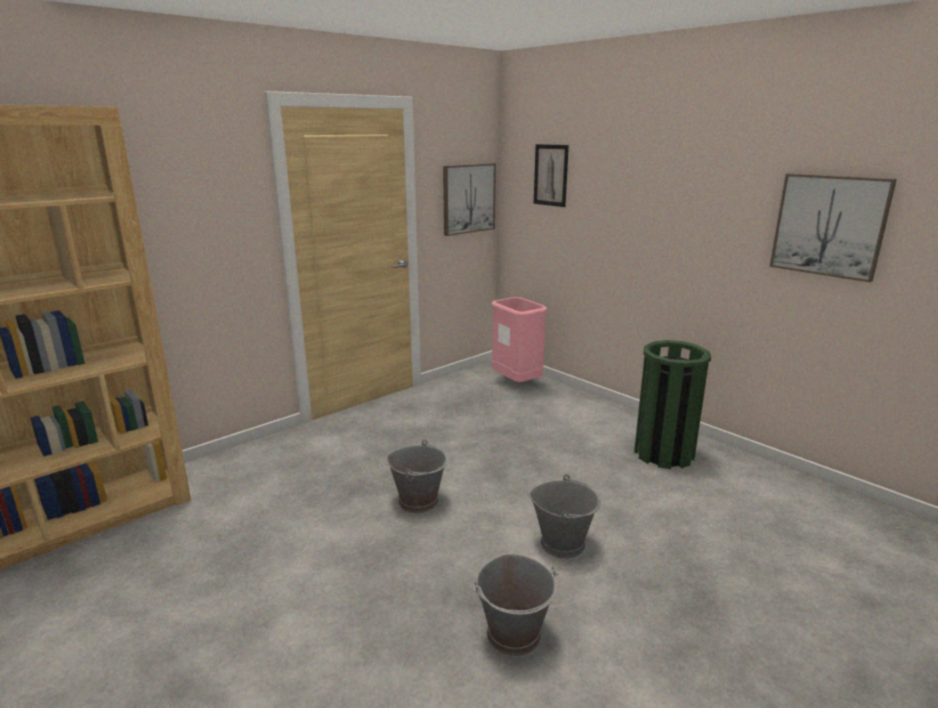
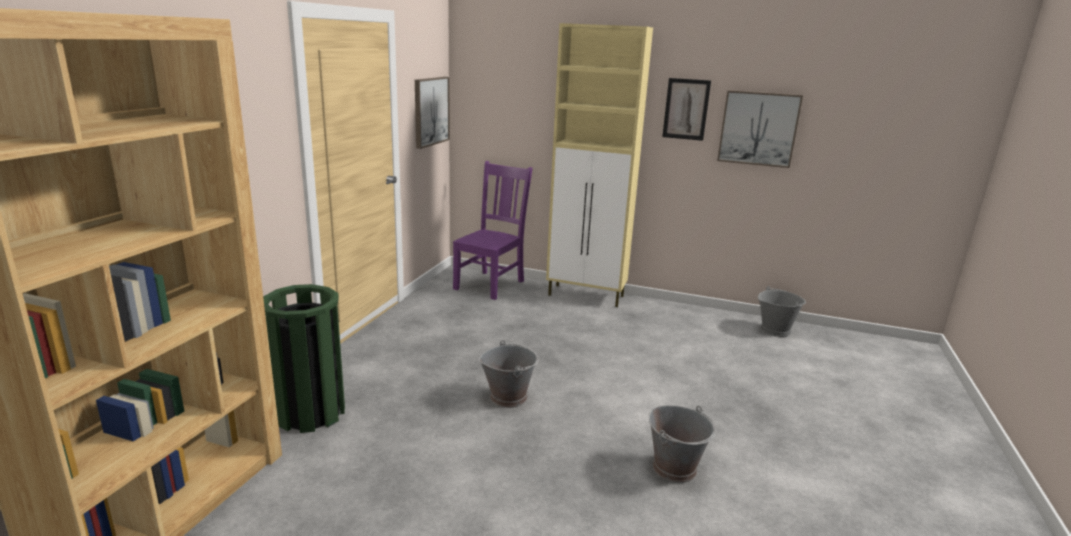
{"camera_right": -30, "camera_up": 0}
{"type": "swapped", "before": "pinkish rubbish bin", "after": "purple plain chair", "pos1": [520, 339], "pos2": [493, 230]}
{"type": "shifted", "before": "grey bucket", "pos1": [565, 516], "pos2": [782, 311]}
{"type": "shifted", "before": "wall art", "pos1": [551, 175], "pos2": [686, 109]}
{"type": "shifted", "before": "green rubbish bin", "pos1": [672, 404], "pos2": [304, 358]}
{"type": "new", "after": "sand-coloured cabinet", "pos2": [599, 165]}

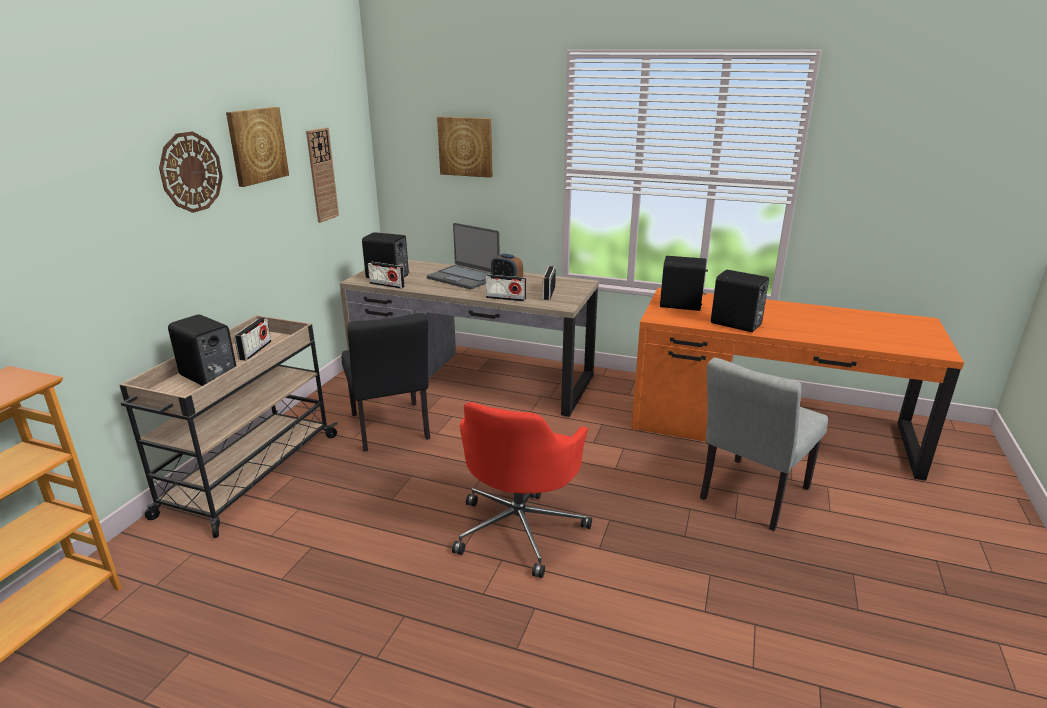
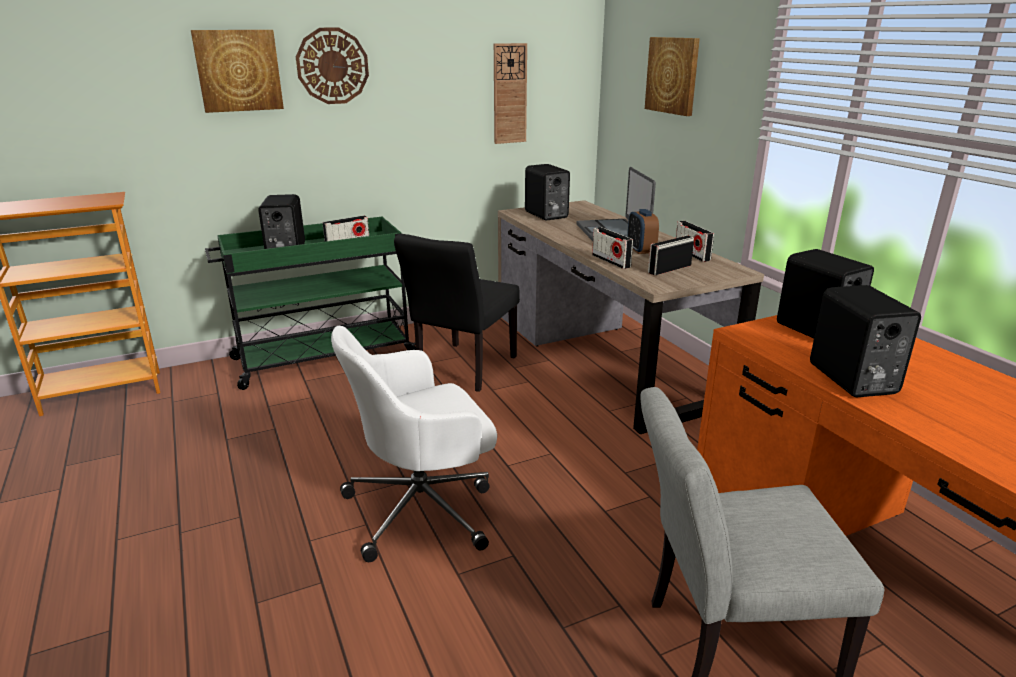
{"camera_right": 45, "camera_up": 0}
{"type": "repainted", "before": "sand-coloured cart", "after": "green cart", "pos1": [229, 426], "pos2": [310, 303]}
{"type": "shifted", "before": "wall art", "pos1": [257, 147], "pos2": [237, 71]}
{"type": "shifted", "before": "radio", "pos1": [386, 275], "pos2": [695, 241]}
{"type": "repainted", "before": "red-coloured office chair", "after": "white-coloured office chair", "pos1": [522, 490], "pos2": [414, 444]}

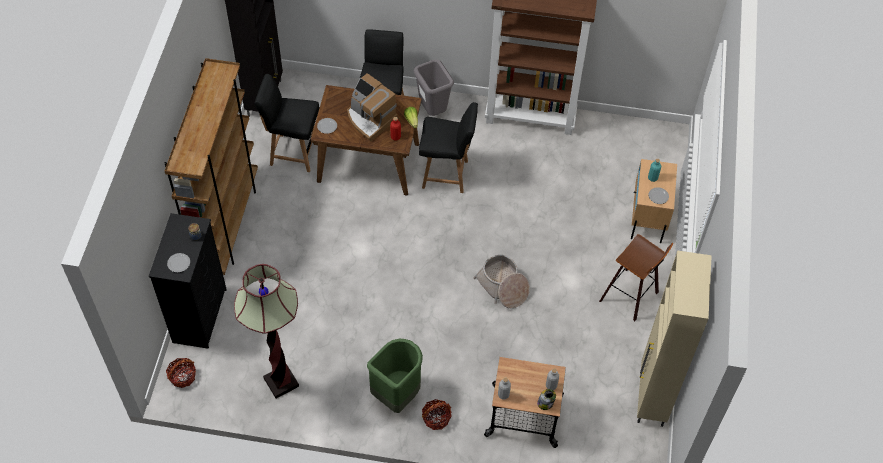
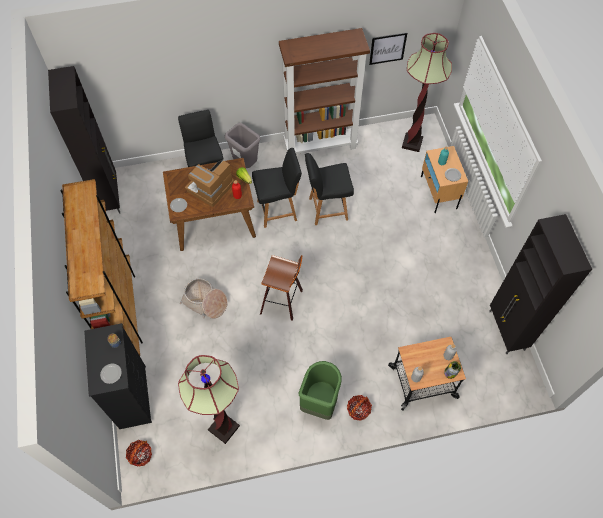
{"camera_right": -20, "camera_up": 5}
{"type": "shifted", "before": "black plain chair", "pos1": [287, 123], "pos2": [329, 189]}
{"type": "rotated", "before": "coffee brewer", "pos1": [372, 107], "pos2": [209, 183], "turn": 105}
{"type": "shifted", "before": "storage basket", "pos1": [501, 281], "pos2": [204, 298]}
{"type": "shifted", "before": "sitting stool", "pos1": [636, 277], "pos2": [281, 288]}
{"type": "repainted", "before": "sand-coloured cabinet", "after": "black cabinet", "pos1": [674, 338], "pos2": [540, 284]}
{"type": "new", "after": "wall art", "pos2": [388, 48]}
{"type": "new", "after": "standing lamp", "pos2": [427, 92]}

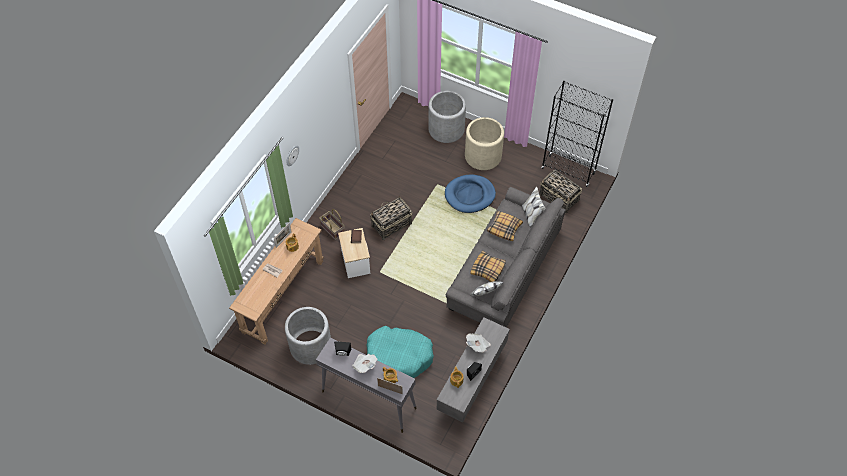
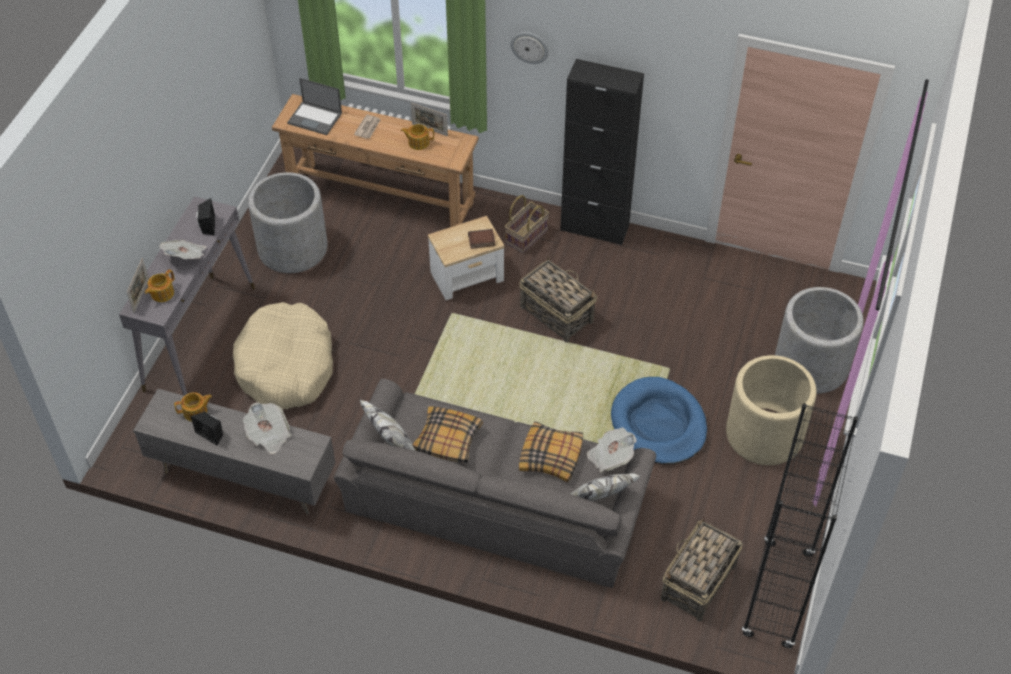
{"camera_right": 80, "camera_up": -5}
{"type": "repainted", "before": "turquoise pet bed", "after": "sand-coloured pet bed", "pos1": [400, 352], "pos2": [283, 355]}
{"type": "new", "after": "laptop", "pos2": [314, 106]}
{"type": "new", "after": "black cabinet", "pos2": [602, 152]}
{"type": "new", "after": "newspaper", "pos2": [612, 449]}

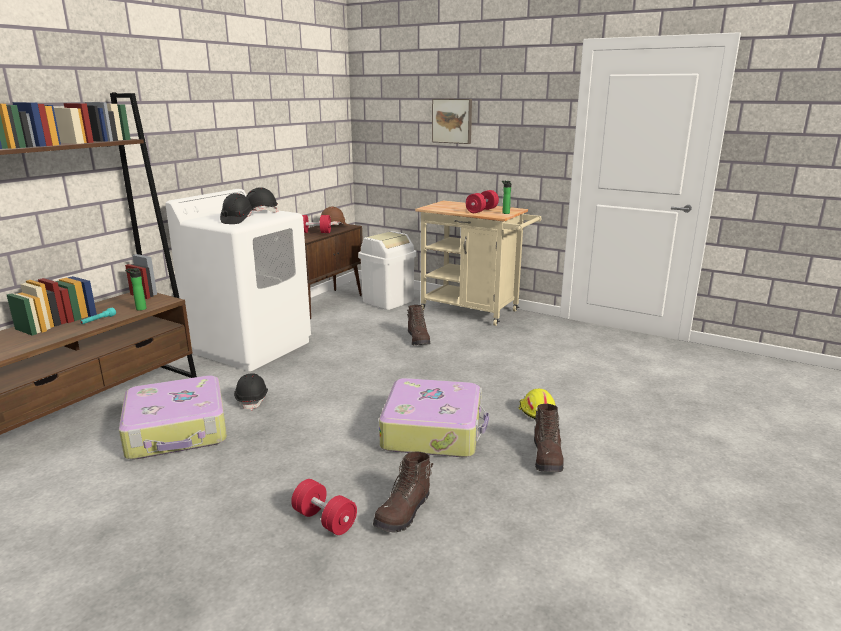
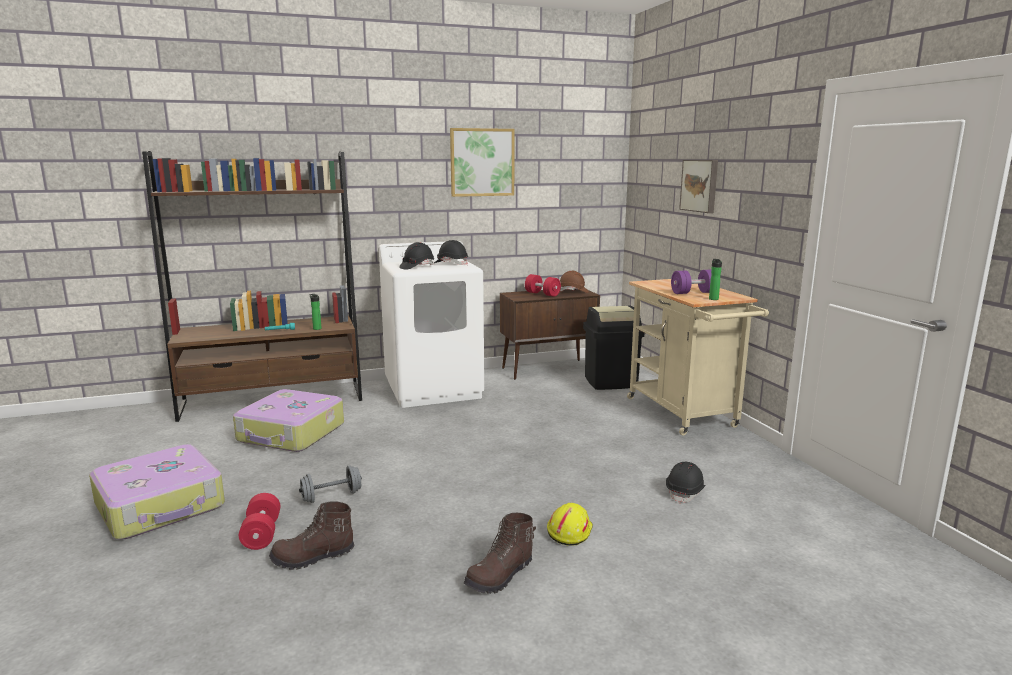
{"camera_right": 40, "camera_up": -5}
{"type": "shifted", "before": "black safety helmet", "pos1": [251, 391], "pos2": [686, 483]}
{"type": "repainted", "before": "white-coloured rubbish bin", "after": "black rubbish bin", "pos1": [387, 270], "pos2": [614, 348]}
{"type": "shifted", "before": "travel case", "pos1": [434, 417], "pos2": [157, 491]}
{"type": "gone", "before": "brown boot", "pos1": [418, 325]}
{"type": "repainted", "before": "red-coloured free weight", "after": "purple free weight", "pos1": [482, 201], "pos2": [691, 281]}
{"type": "new", "after": "grey free weight", "pos2": [330, 484]}
{"type": "new", "after": "wall art", "pos2": [482, 162]}

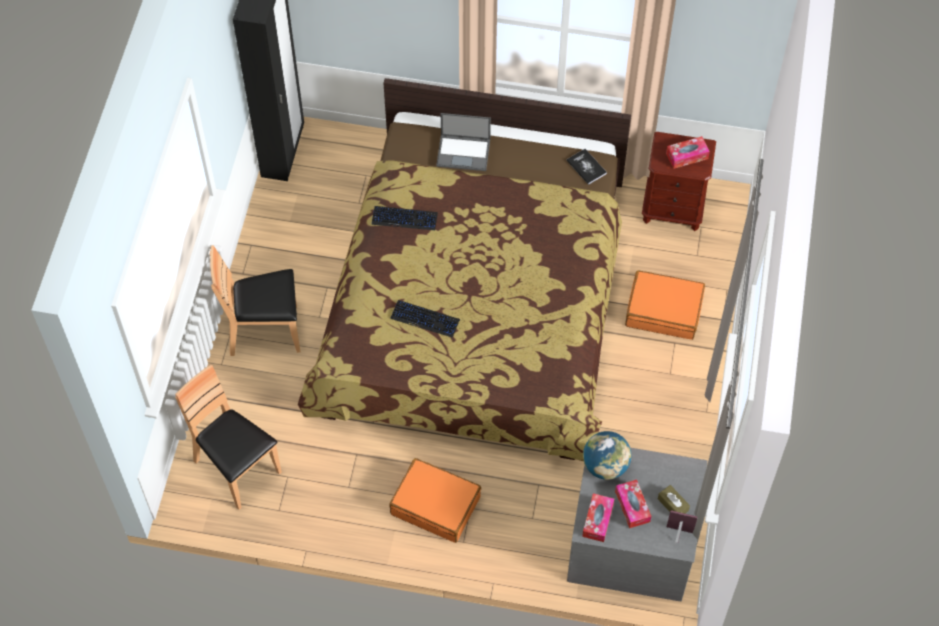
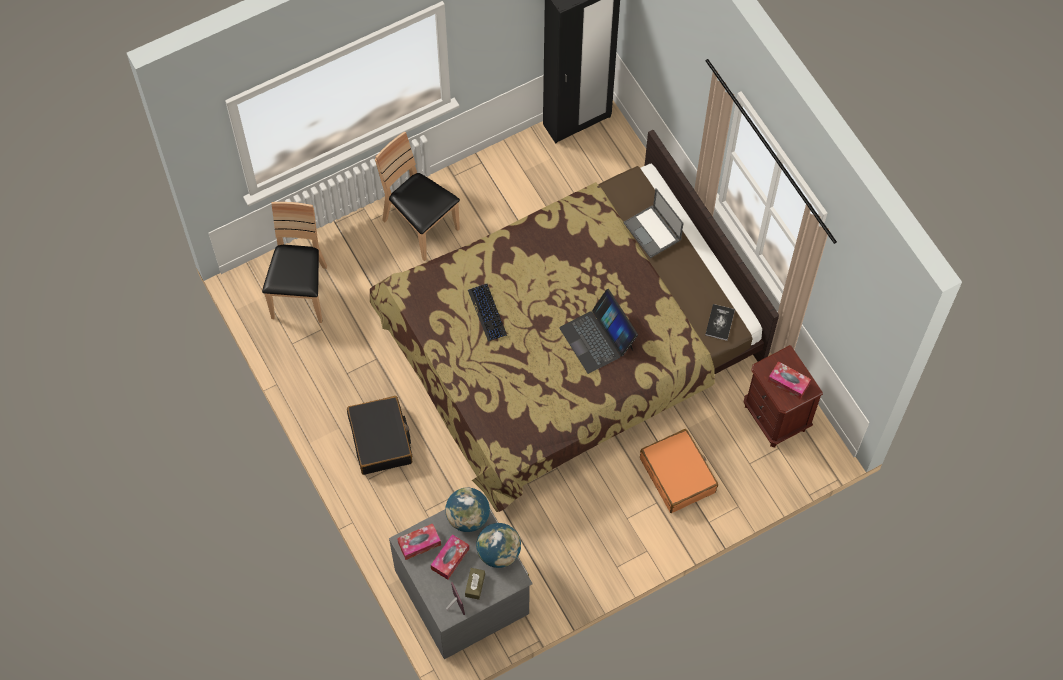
{"camera_right": 50, "camera_up": 5}
{"type": "gone", "before": "keyboard", "pos1": [405, 218]}
{"type": "repainted", "before": "orange-coloured travel case", "after": "black travel case", "pos1": [435, 500], "pos2": [379, 435]}
{"type": "new", "after": "desk globe", "pos2": [498, 545]}
{"type": "new", "after": "laptop", "pos2": [598, 331]}

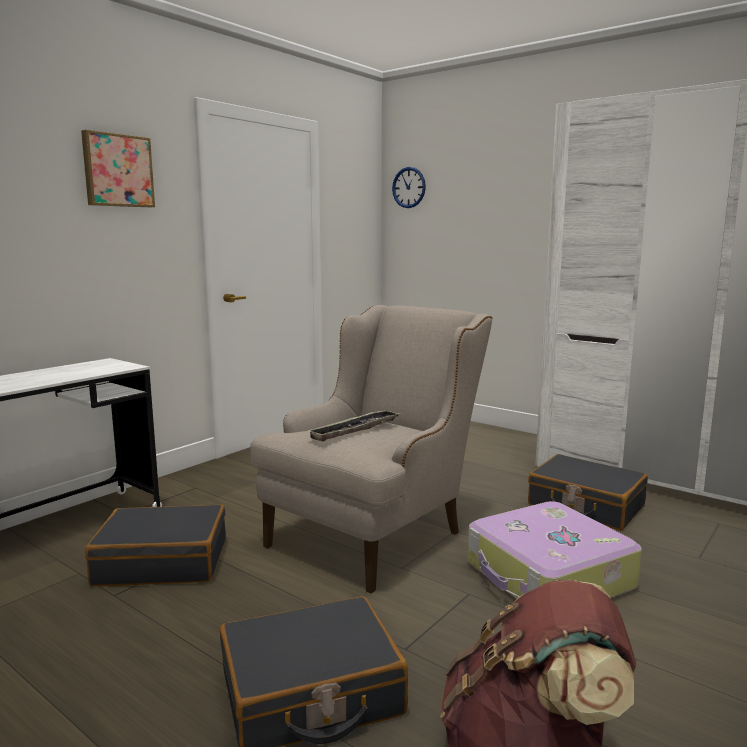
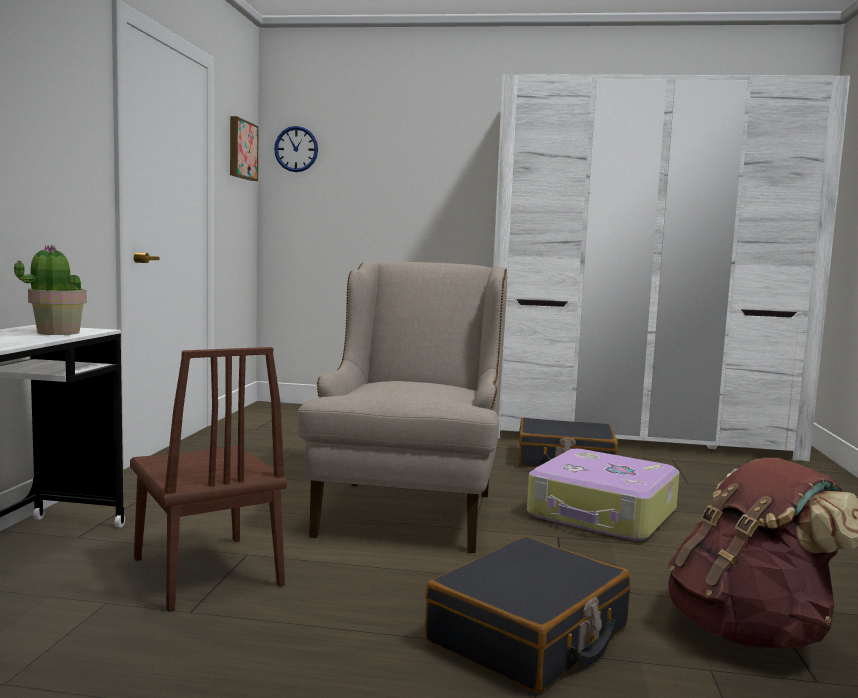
{"camera_right": -30, "camera_up": -5}
{"type": "shifted", "before": "wall art", "pos1": [118, 168], "pos2": [244, 148]}
{"type": "swapped", "before": "black travel case", "after": "brown plain chair", "pos1": [155, 545], "pos2": [208, 479]}
{"type": "gone", "before": "tray", "pos1": [353, 426]}
{"type": "new", "after": "potted plant", "pos2": [50, 290]}

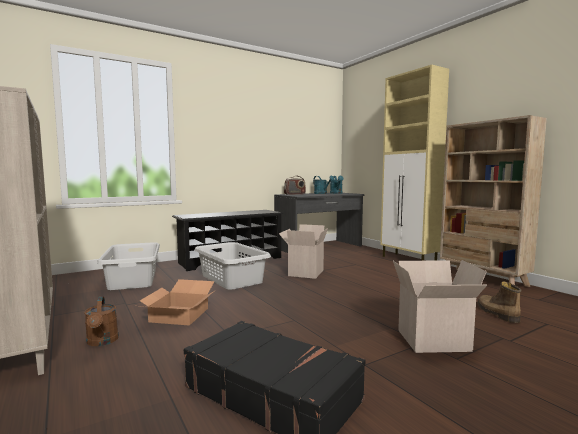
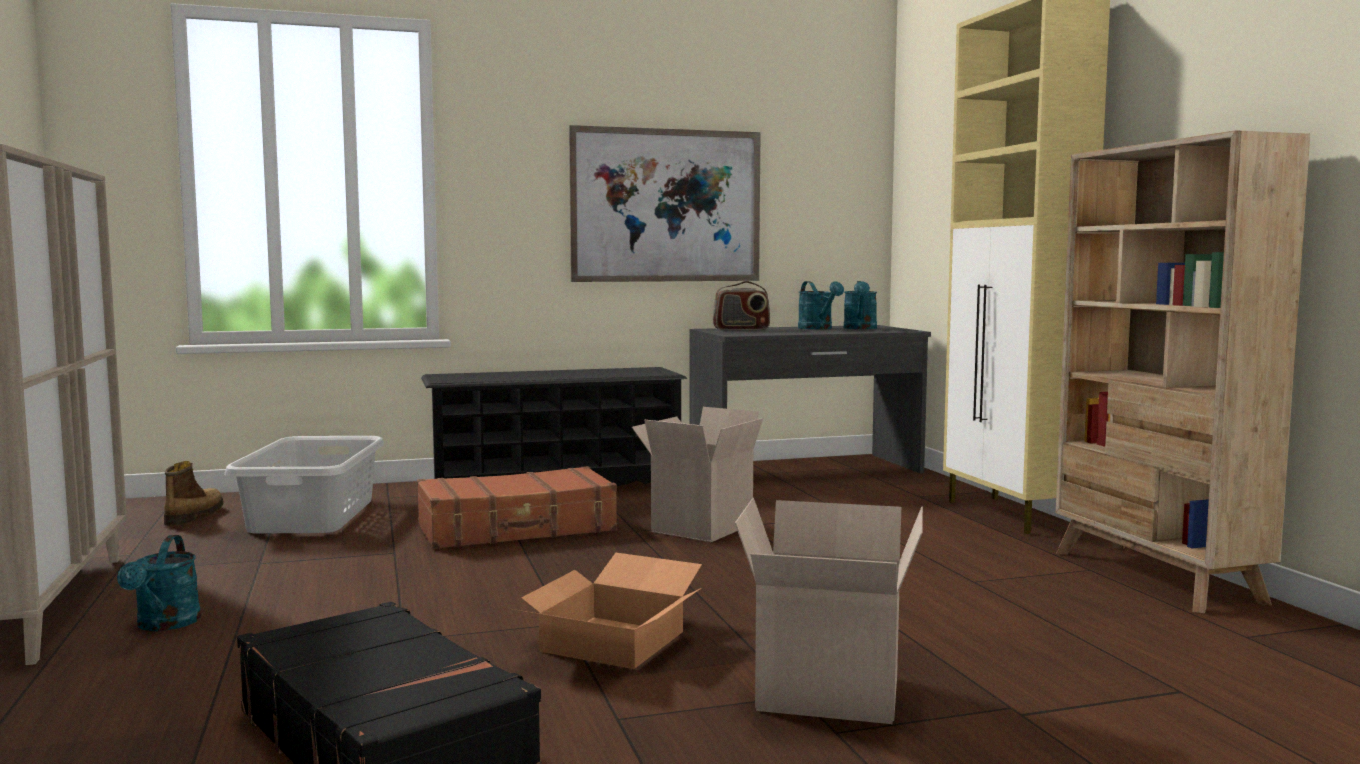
{"camera_right": 15, "camera_up": 0}
{"type": "repainted", "before": "brown sprinkling can", "after": "turquoise sprinkling can", "pos1": [101, 321], "pos2": [159, 583]}
{"type": "shifted", "before": "packing box", "pos1": [177, 302], "pos2": [607, 611]}
{"type": "swapped", "before": "grey washing basket", "after": "brown travel case", "pos1": [232, 266], "pos2": [517, 507]}
{"type": "shifted", "before": "boot", "pos1": [499, 302], "pos2": [193, 493]}
{"type": "new", "after": "wall art", "pos2": [664, 203]}

